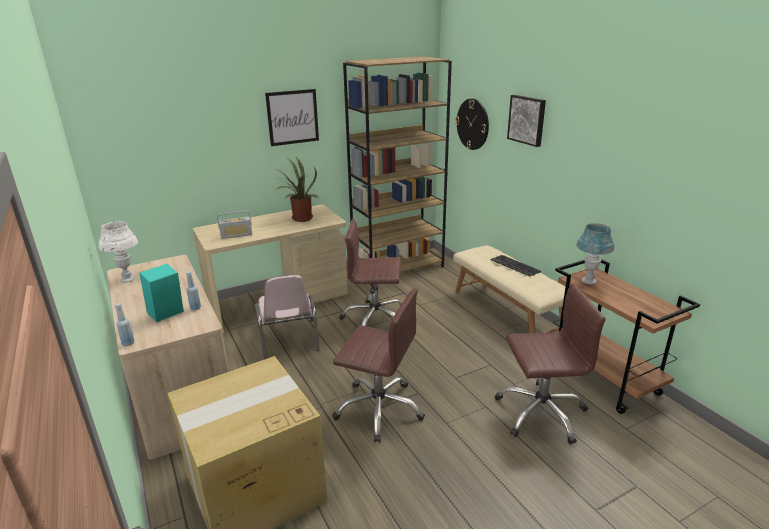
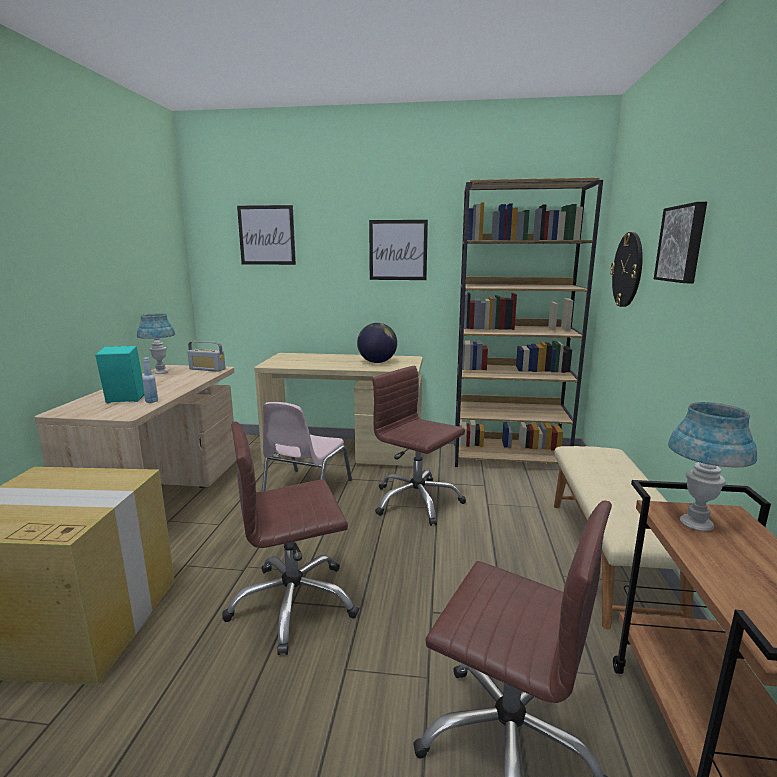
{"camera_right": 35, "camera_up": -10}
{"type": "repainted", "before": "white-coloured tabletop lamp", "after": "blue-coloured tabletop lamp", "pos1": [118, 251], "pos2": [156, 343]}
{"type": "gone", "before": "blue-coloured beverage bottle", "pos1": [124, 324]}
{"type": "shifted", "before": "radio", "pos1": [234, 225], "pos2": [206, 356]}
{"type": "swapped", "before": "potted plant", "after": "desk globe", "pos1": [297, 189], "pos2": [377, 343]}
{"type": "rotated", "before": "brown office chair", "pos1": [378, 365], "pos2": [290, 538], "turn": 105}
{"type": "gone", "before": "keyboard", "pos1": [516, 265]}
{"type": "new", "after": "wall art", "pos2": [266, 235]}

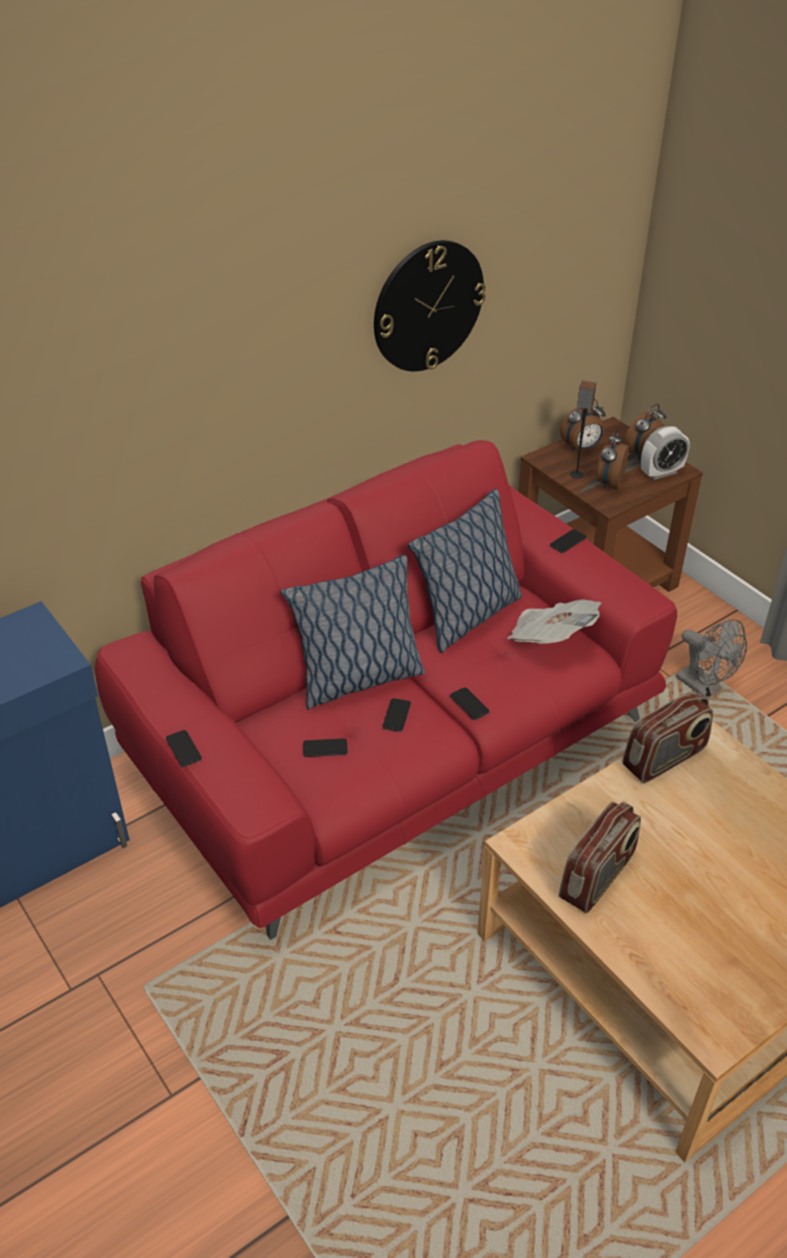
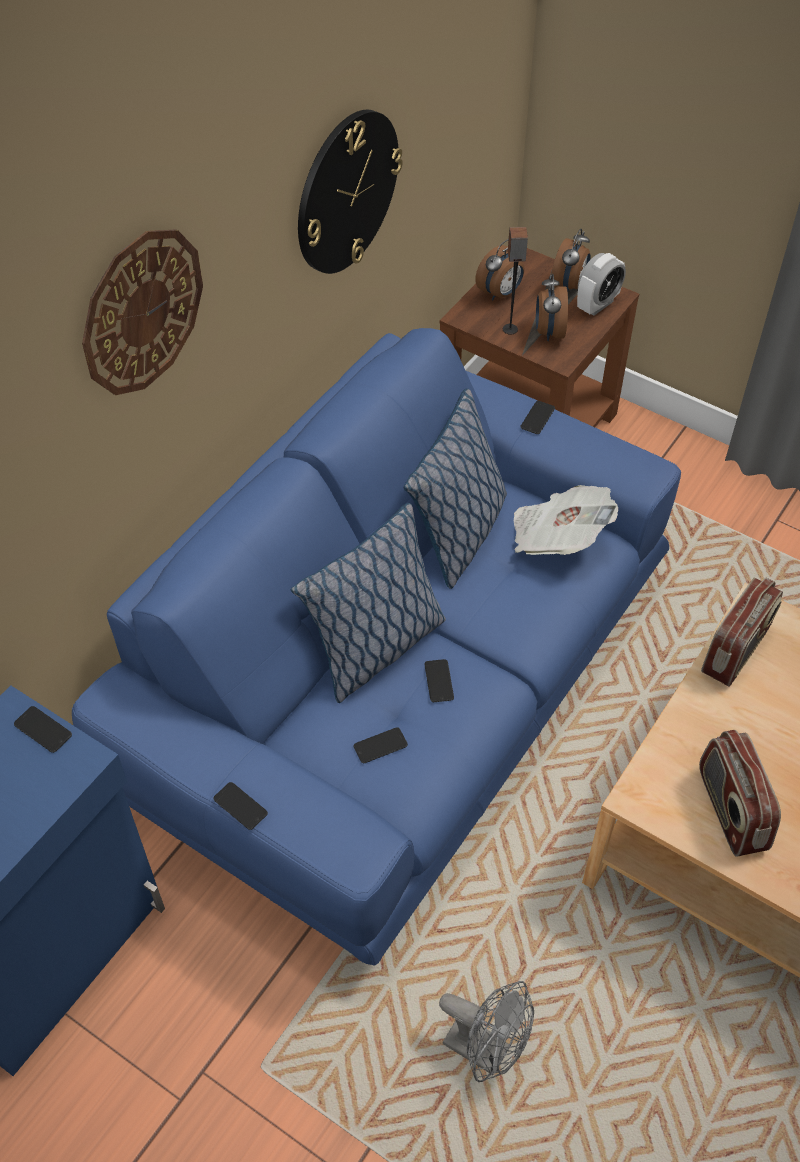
{"camera_right": -20, "camera_up": 10}
{"type": "repainted", "before": "red-coloured sofa", "after": "blue-coloured sofa", "pos1": [386, 690], "pos2": [376, 647]}
{"type": "shifted", "before": "telephone", "pos1": [470, 703], "pos2": [43, 729]}
{"type": "rotated", "before": "radio", "pos1": [600, 857], "pos2": [740, 793], "turn": 150}
{"type": "shifted", "before": "grey cooling fan", "pos1": [711, 659], "pos2": [486, 1031]}
{"type": "new", "after": "wall clock", "pos2": [142, 312]}

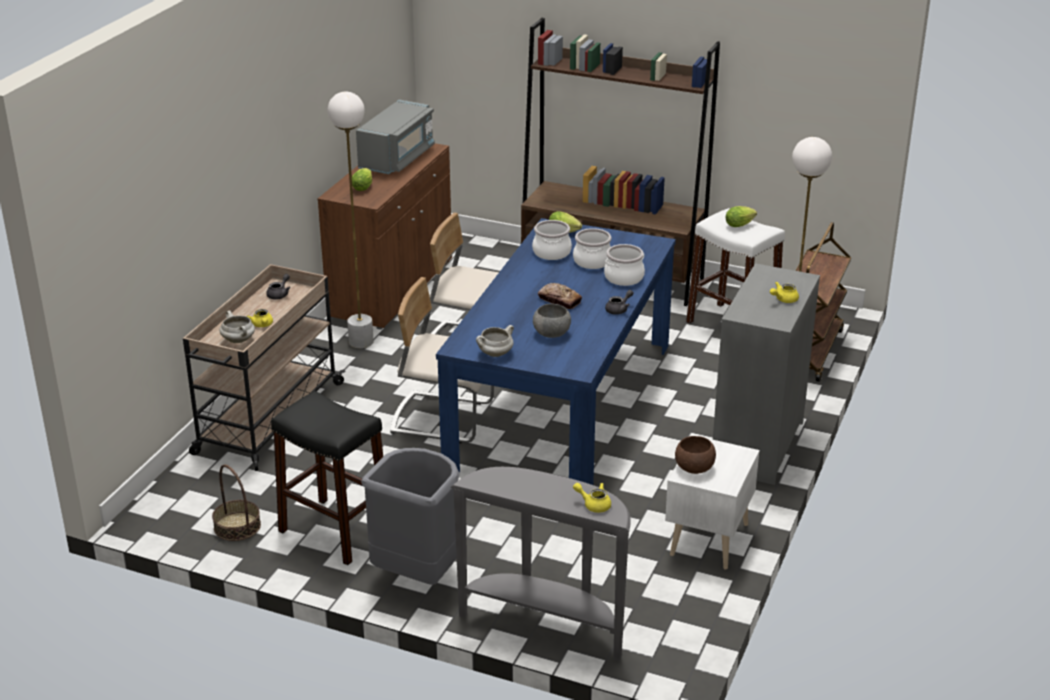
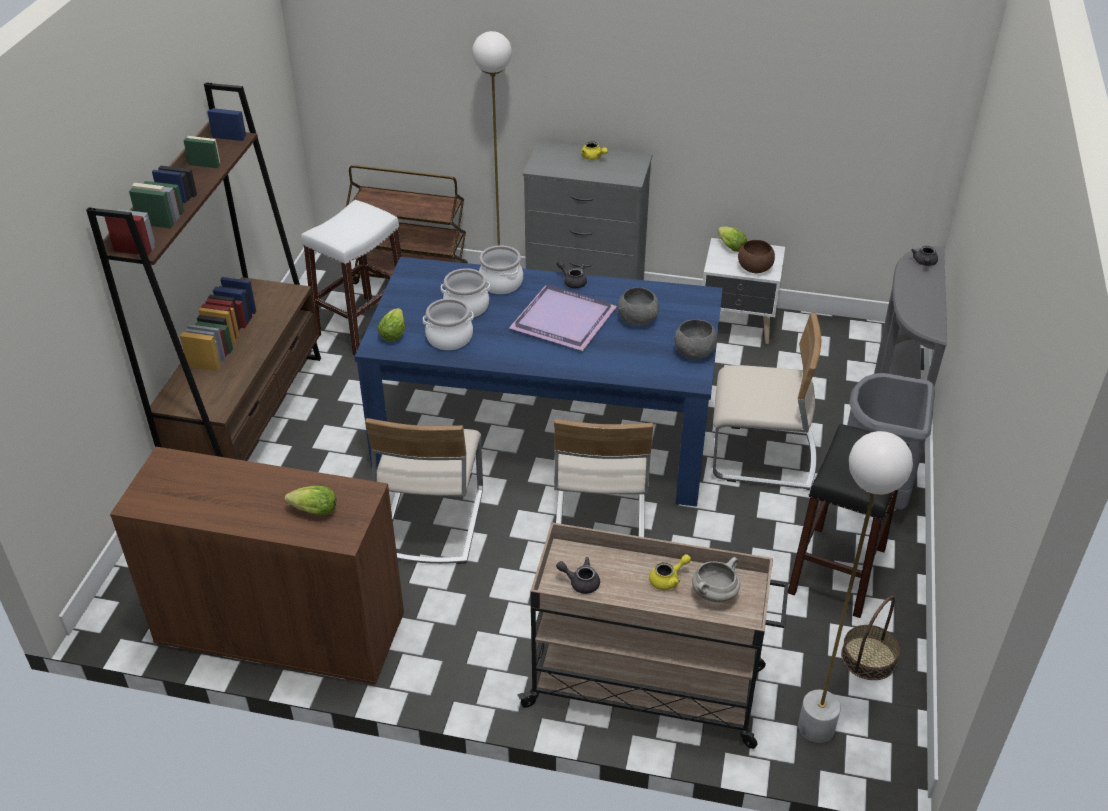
{"camera_right": -100, "camera_up": 10}
{"type": "shifted", "before": "white-coloured standing lamp", "pos1": [351, 220], "pos2": [855, 587]}
{"type": "gone", "before": "grey microwave oven", "pos1": [395, 136]}
{"type": "swapped", "before": "white-coloured stockpot", "after": "grey bowl", "pos1": [495, 341], "pos2": [695, 339]}
{"type": "swapped", "before": "bread", "after": "purple tray", "pos1": [560, 296], "pos2": [563, 318]}
{"type": "repainted", "before": "yellowish teapot", "after": "grey teapot", "pos1": [592, 498], "pos2": [924, 256]}
{"type": "shifted", "before": "head of lettuce", "pos1": [741, 216], "pos2": [732, 239]}
{"type": "new", "after": "sand-coloured plain chair", "pos2": [767, 401]}

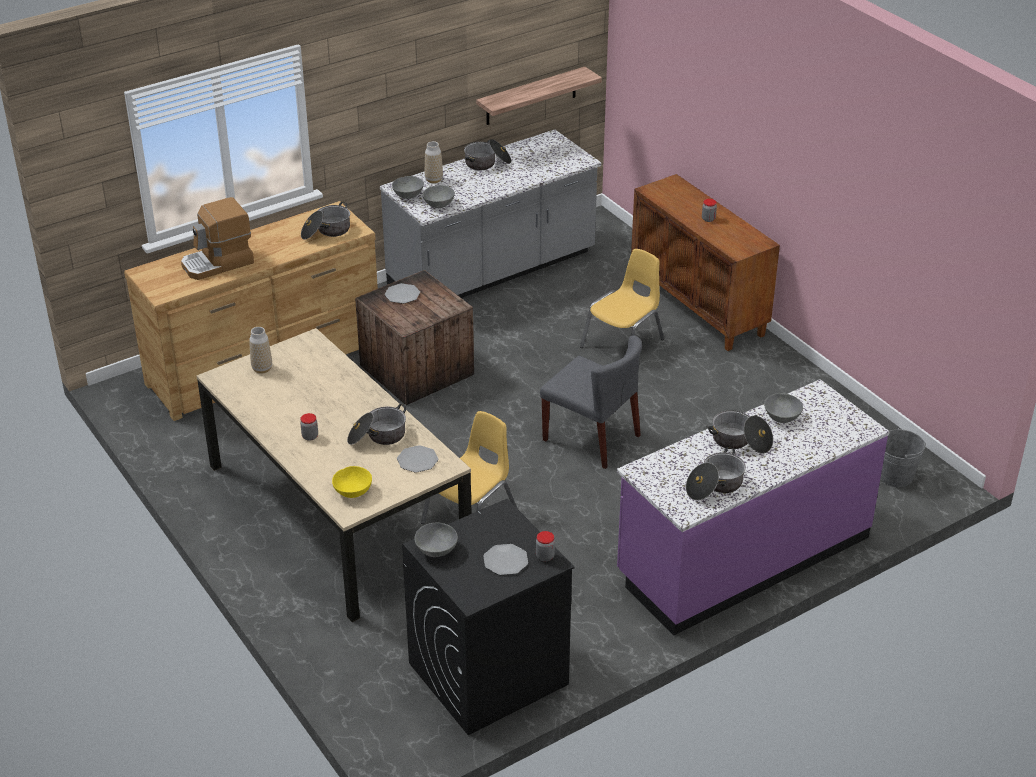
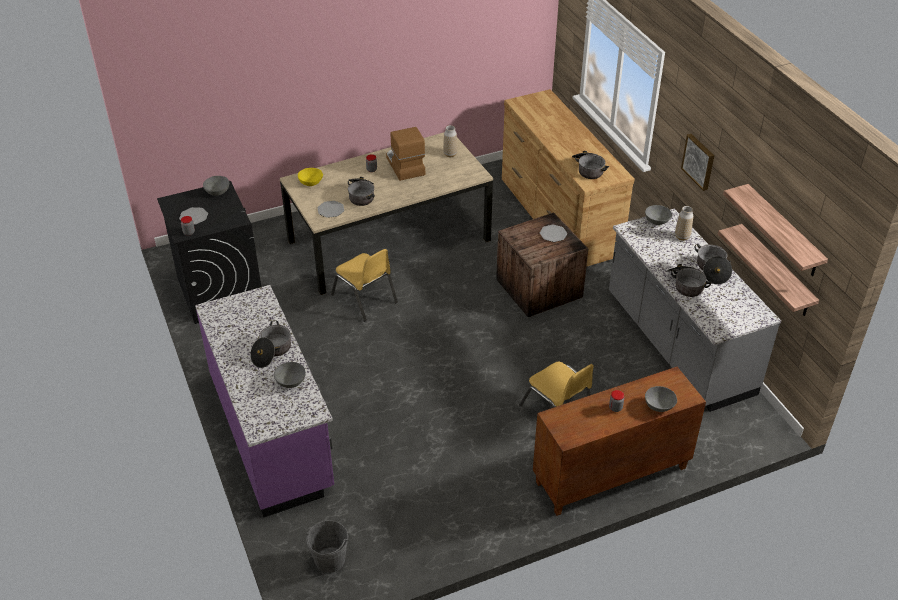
{"camera_right": 100, "camera_up": 5}
{"type": "shifted", "before": "coffee brewer", "pos1": [217, 238], "pos2": [405, 154]}
{"type": "shifted", "before": "grey bowl", "pos1": [439, 196], "pos2": [661, 399]}
{"type": "gone", "before": "grey plain chair", "pos1": [591, 402]}
{"type": "shifted", "before": "stockpot", "pos1": [716, 474], "pos2": [689, 280]}
{"type": "new", "after": "wall art", "pos2": [697, 162]}
{"type": "new", "after": "wall shelf", "pos2": [775, 230]}

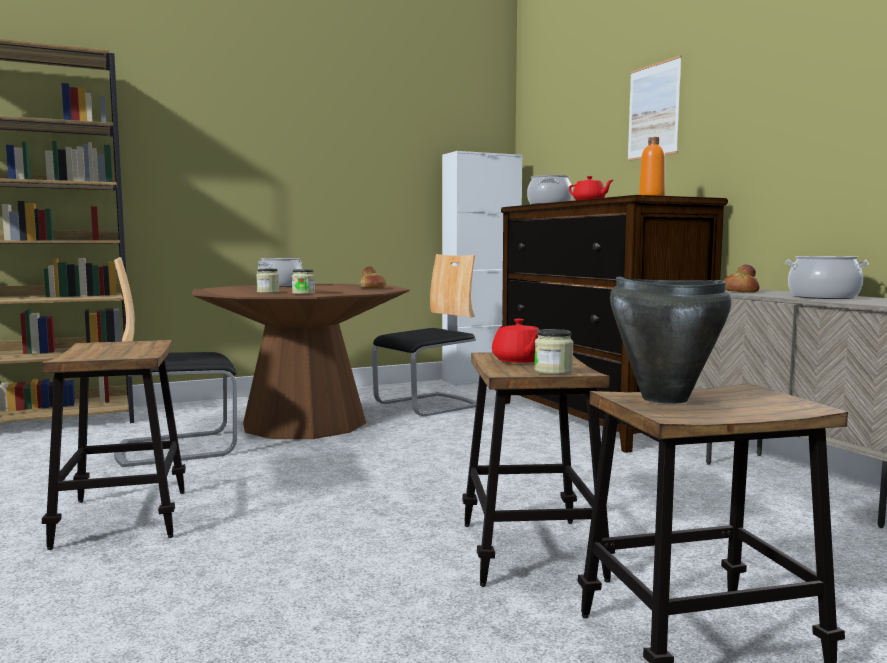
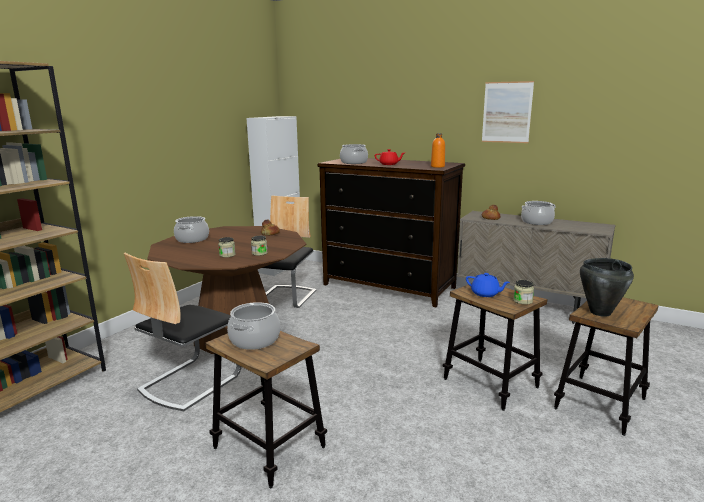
{"camera_right": -35, "camera_up": 10}
{"type": "repainted", "before": "red-coloured teapot", "after": "blue-coloured teapot", "pos1": [515, 341], "pos2": [488, 285]}
{"type": "shifted", "before": "wall art", "pos1": [654, 108], "pos2": [508, 112]}
{"type": "new", "after": "stockpot", "pos2": [253, 326]}

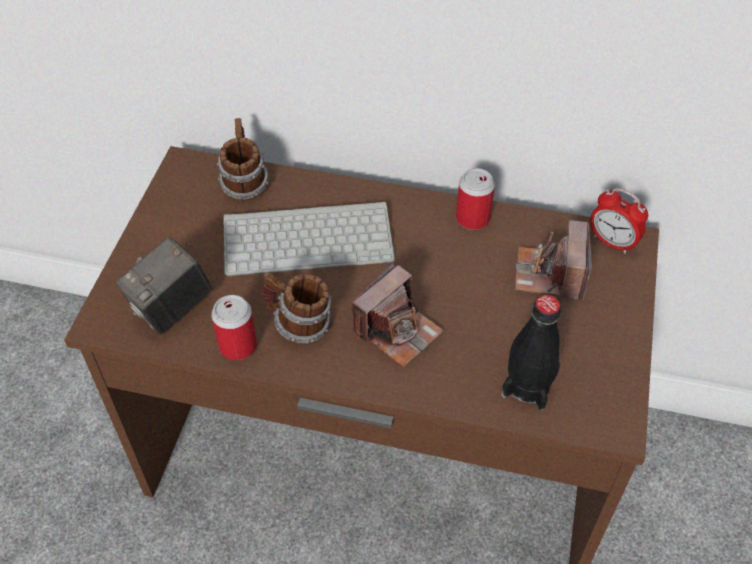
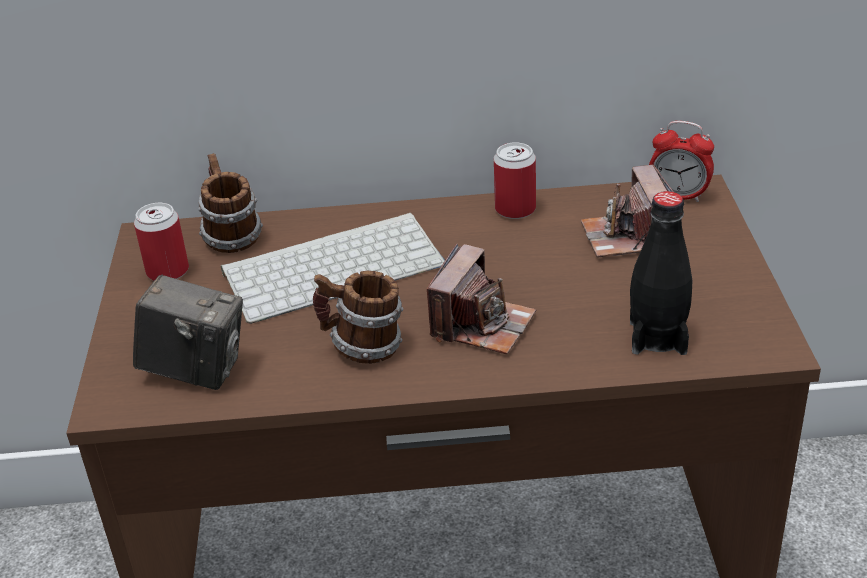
{"camera_right": -15, "camera_up": -15}
{"type": "rotated", "before": "still camera", "pos1": [164, 285], "pos2": [188, 332], "turn": -105}
{"type": "shifted", "before": "metal can", "pos1": [234, 327], "pos2": [161, 242]}

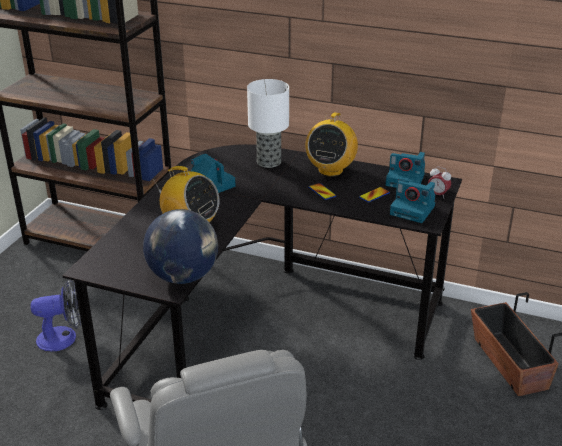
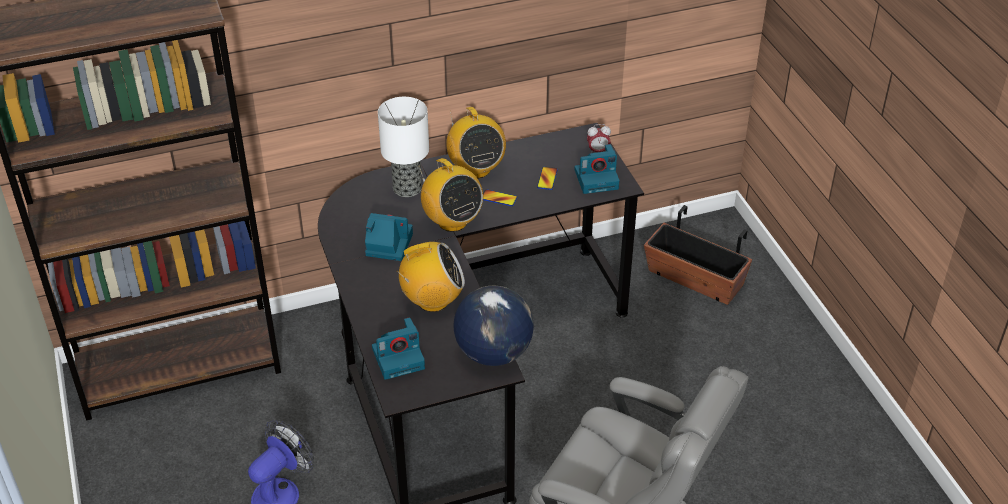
{"camera_right": -40, "camera_up": 10}
{"type": "shifted", "before": "still camera", "pos1": [405, 170], "pos2": [398, 348]}
{"type": "new", "after": "radio", "pos2": [451, 195]}

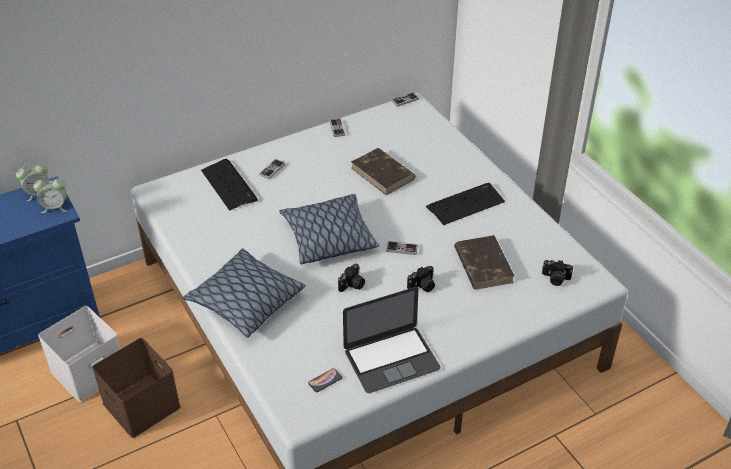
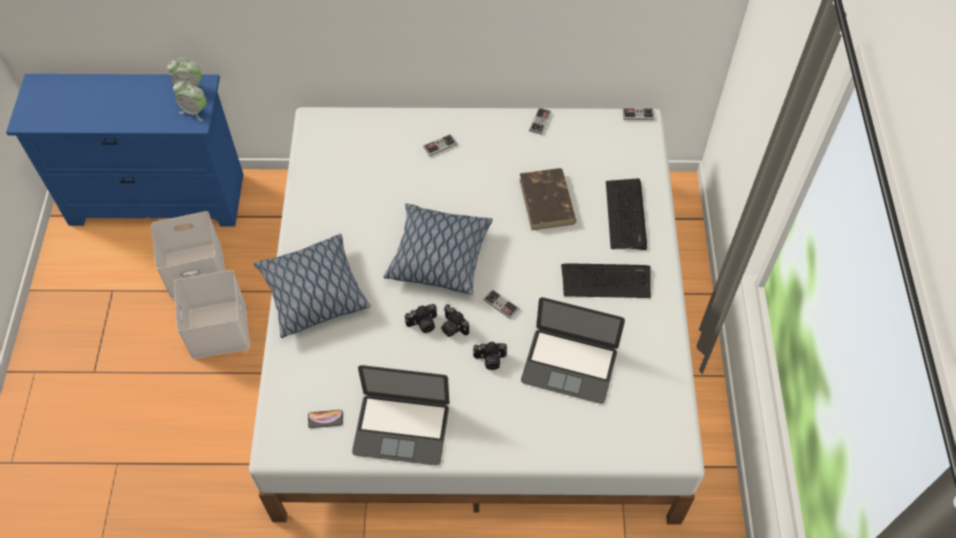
{"camera_right": 30, "camera_up": 15}
{"type": "repainted", "before": "brown storage bin", "after": "white-coloured storage bin", "pos1": [136, 388], "pos2": [212, 314]}
{"type": "shifted", "before": "keyboard", "pos1": [229, 184], "pos2": [626, 214]}
{"type": "swapped", "before": "brown volume", "after": "laptop", "pos1": [484, 262], "pos2": [573, 350]}
{"type": "shifted", "before": "still camera", "pos1": [557, 273], "pos2": [455, 320]}

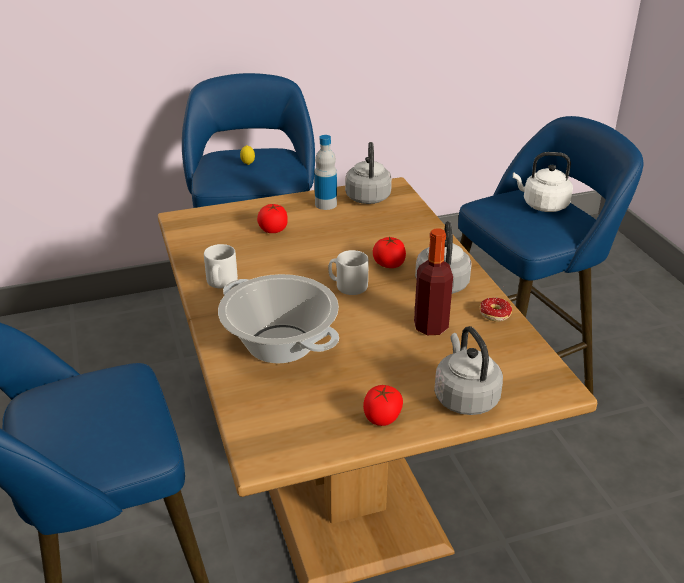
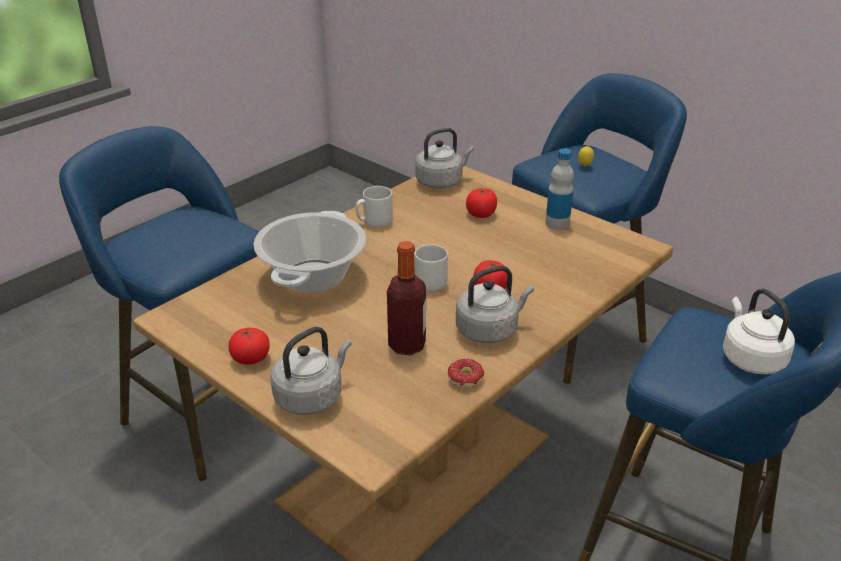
{"camera_right": 60, "camera_up": 0}
{"type": "shifted", "before": "grey tea kettle", "pos1": [368, 173], "pos2": [444, 158]}

